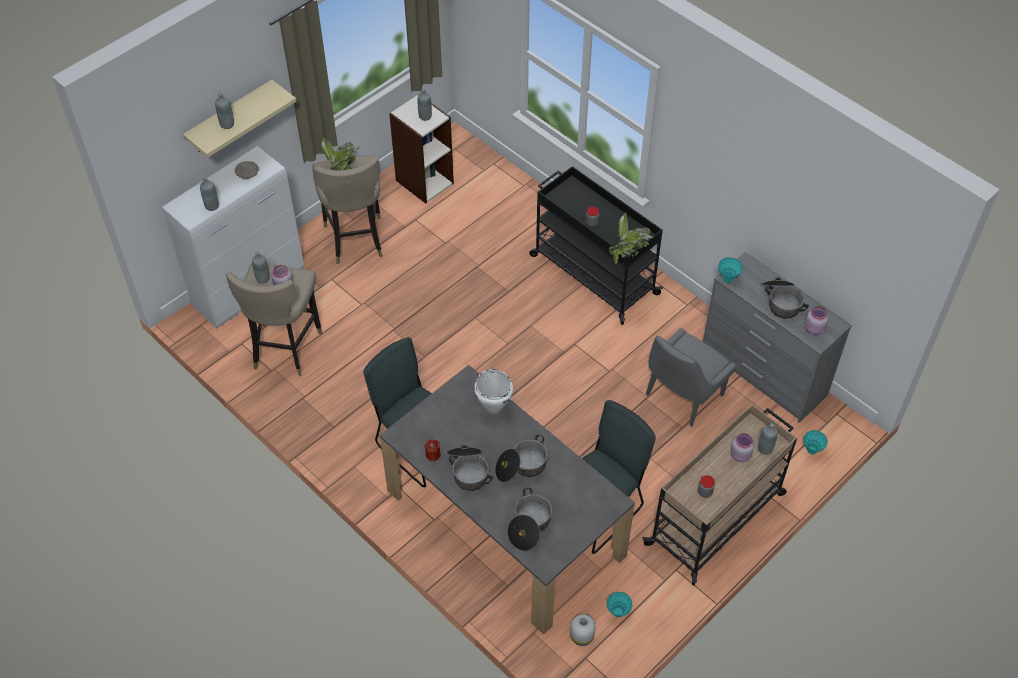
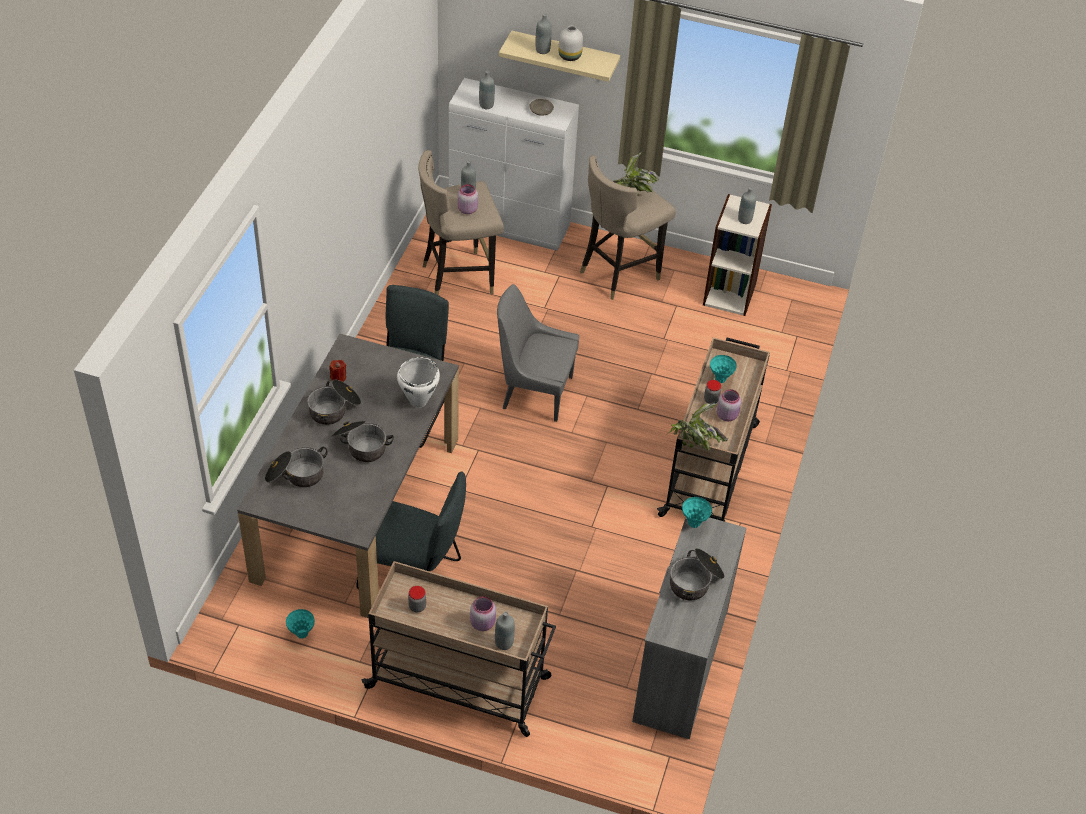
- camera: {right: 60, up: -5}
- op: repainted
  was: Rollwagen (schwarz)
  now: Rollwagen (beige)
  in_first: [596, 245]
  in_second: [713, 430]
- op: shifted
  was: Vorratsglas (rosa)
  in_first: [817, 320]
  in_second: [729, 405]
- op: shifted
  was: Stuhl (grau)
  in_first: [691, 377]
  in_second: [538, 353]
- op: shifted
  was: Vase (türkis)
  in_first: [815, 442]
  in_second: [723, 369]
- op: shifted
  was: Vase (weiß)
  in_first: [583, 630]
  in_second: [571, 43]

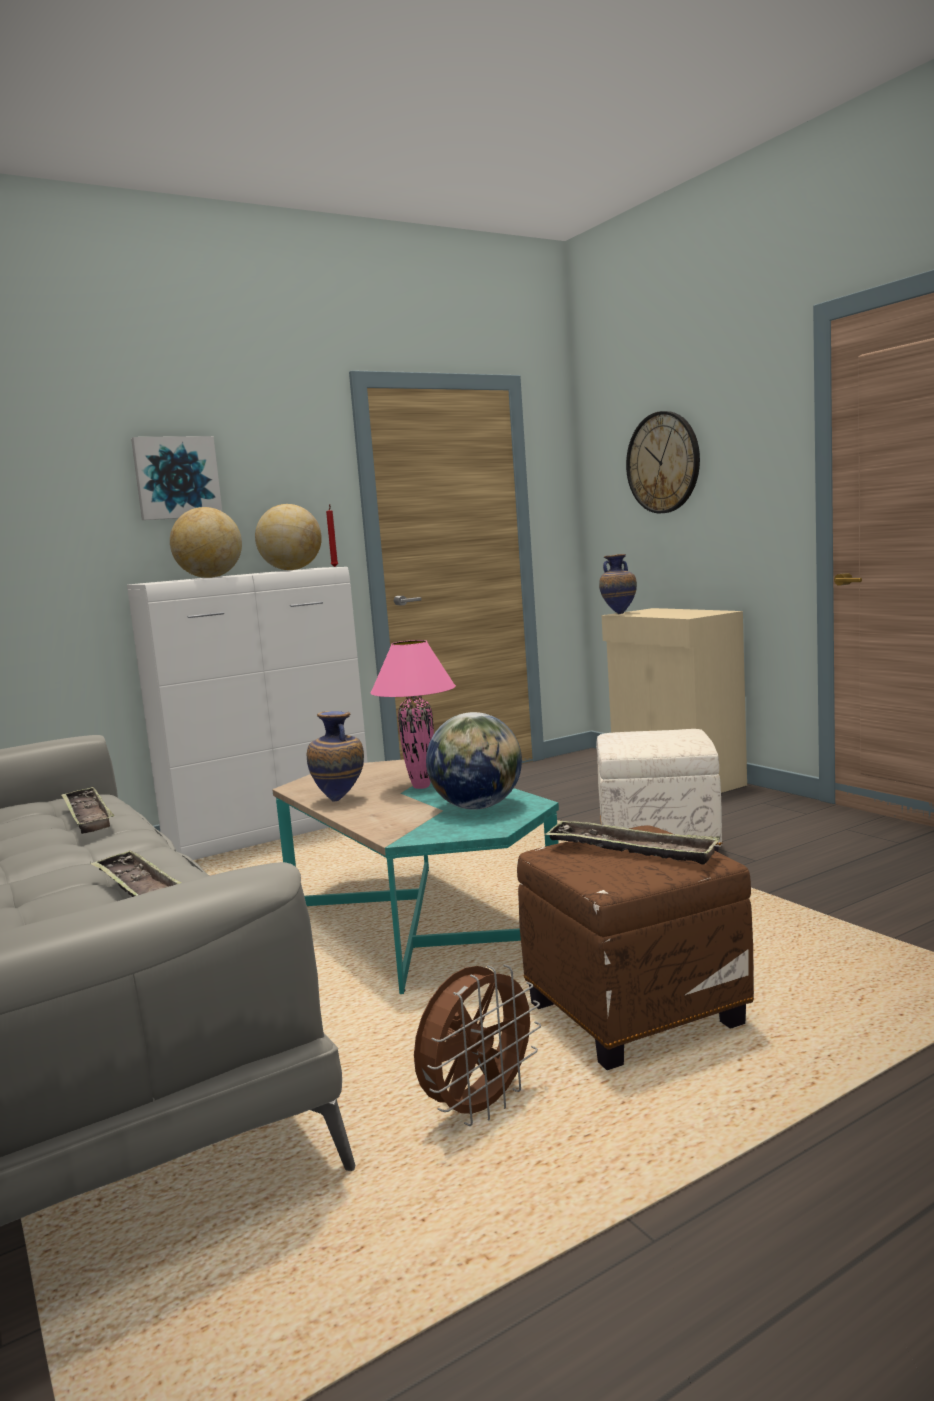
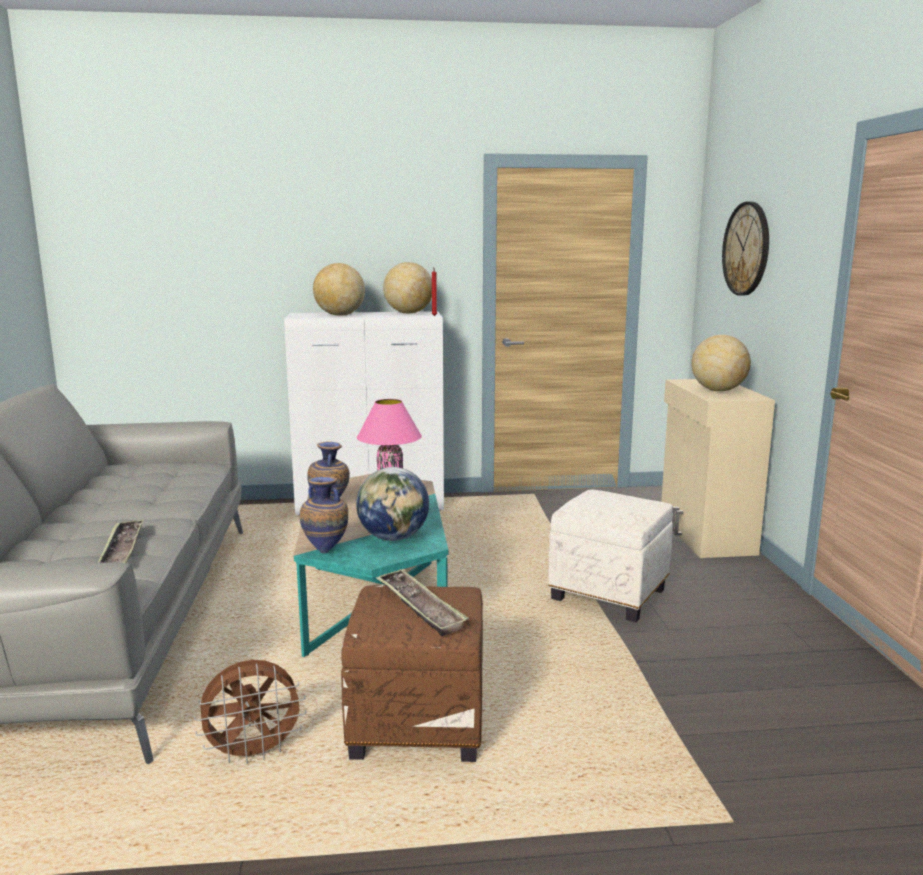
- camera: {right: 25, up: 5}
- op: gone
  was: Bild
  in_first: [176, 478]
- op: shifted
  was: Vase
  in_first: [618, 584]
  in_second: [324, 514]
- op: gone
  was: Tablett
  in_first: [87, 810]
- op: new
  now: Globus
  in_second: [721, 363]

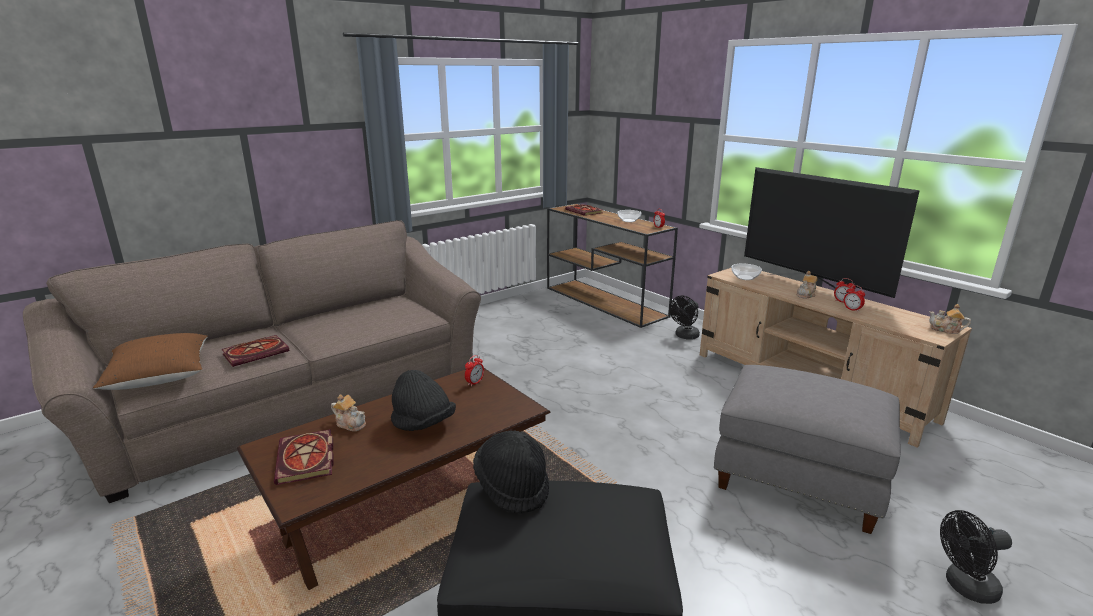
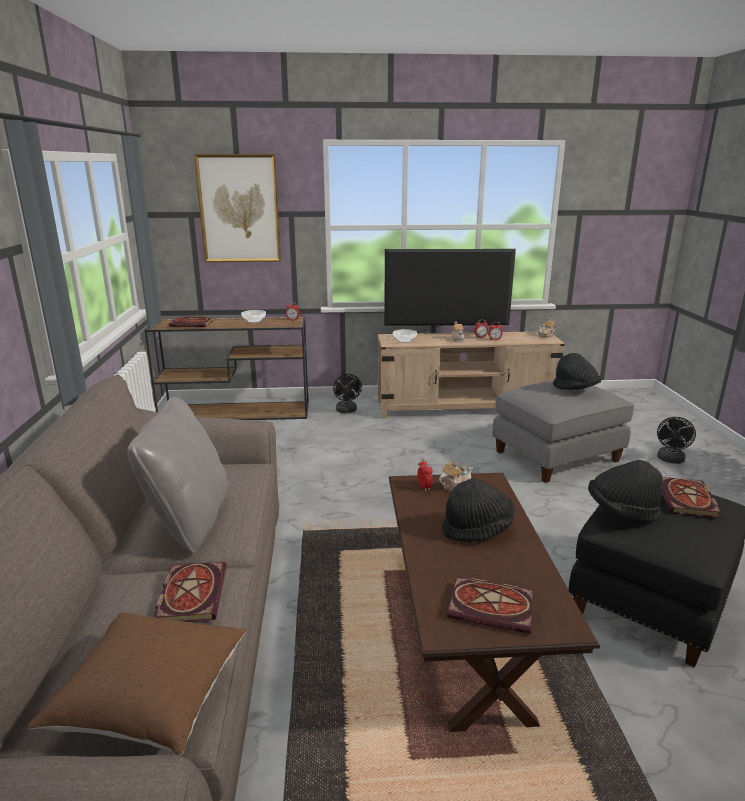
- camera: {right: -55, up: 0}
- op: shifted
  was: Teekanne
  in_first: [348, 412]
  in_second: [456, 476]
- op: new
  now: Bild
  in_second: [237, 208]
- op: new
  now: Hut (schwarz)
  in_second: [577, 371]
- op: new
  now: Kissen (grau)
  in_second: [177, 475]
- op: new
  now: Buch
  in_second: [692, 497]

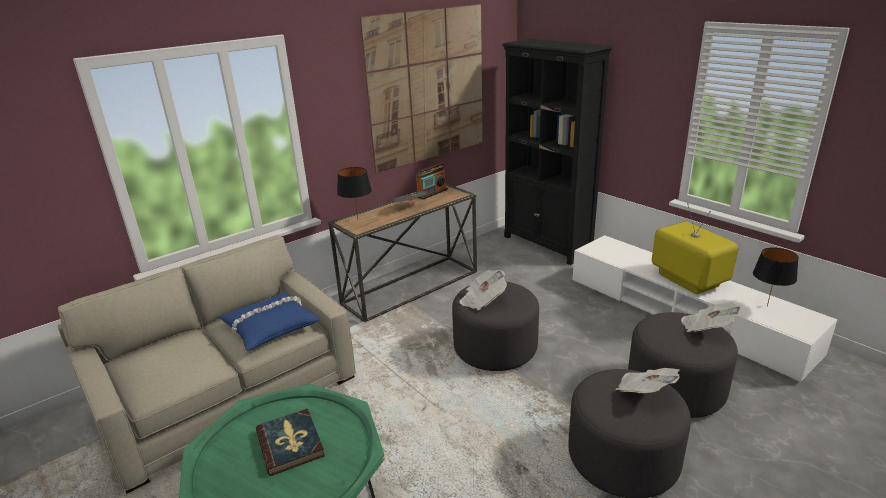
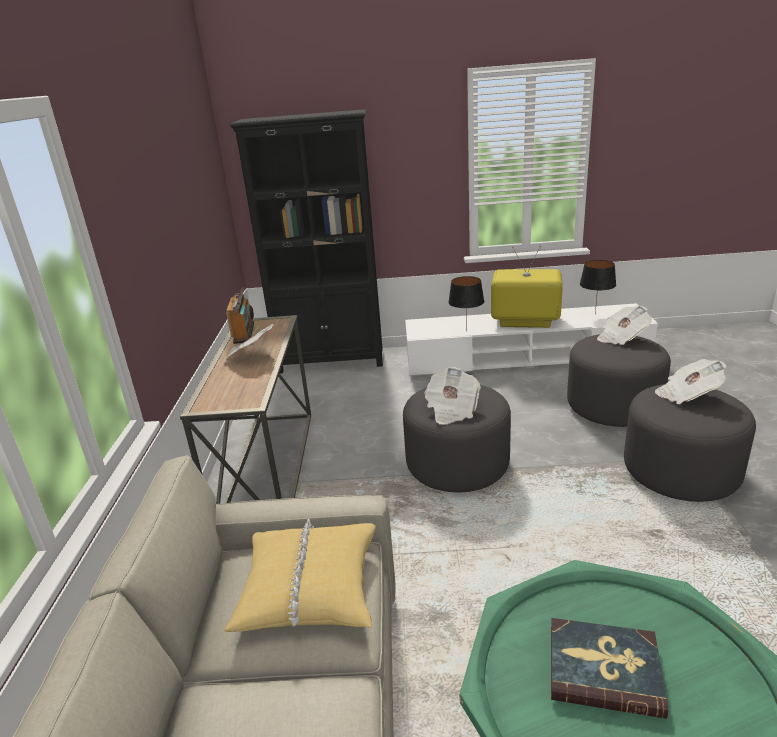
- camera: {right: -50, up: 0}
- op: gone
  was: Bild
  in_first: [421, 88]
- op: shifted
  was: Tischlampe (schwarz)
  in_first: [354, 193]
  in_second: [466, 301]
- op: repainted
  was: Kissen (blau)
  now: Kissen (gelb)
  in_first: [269, 321]
  in_second: [300, 575]

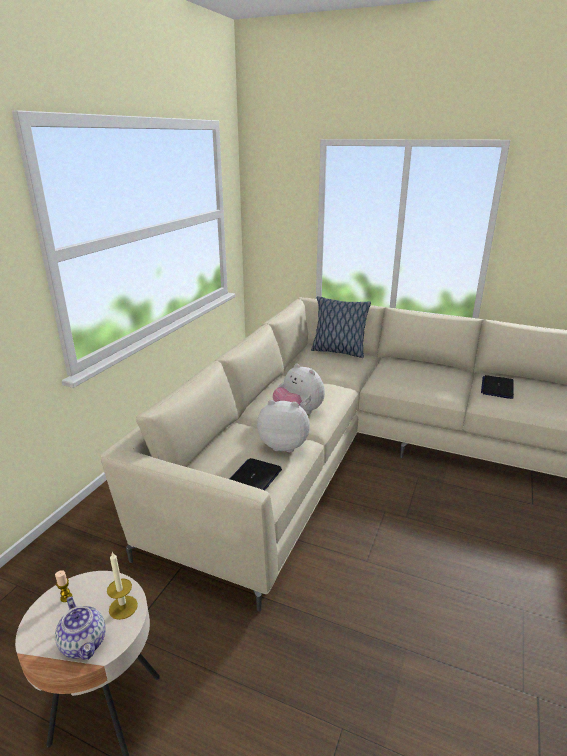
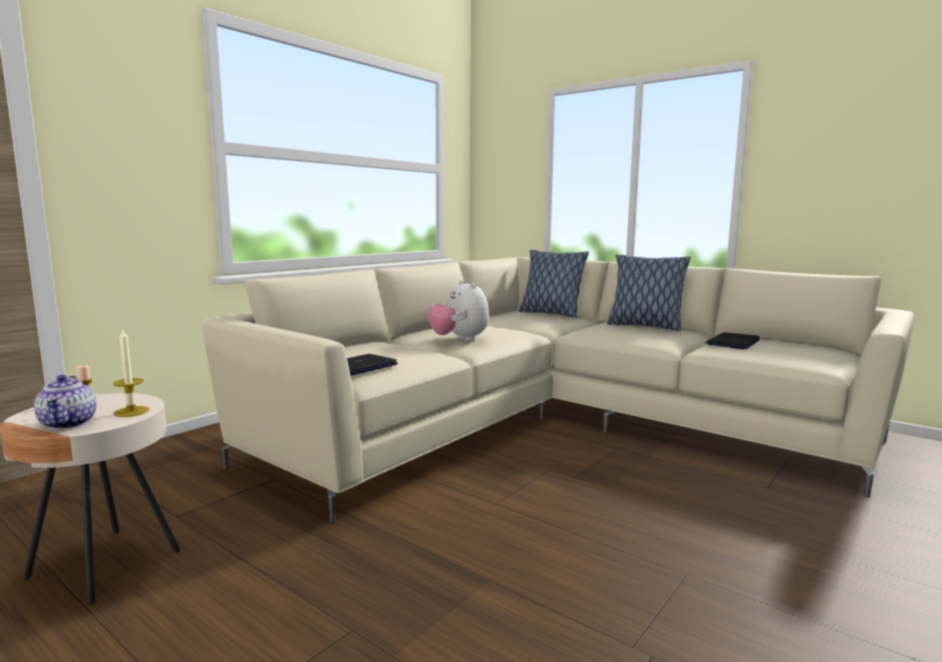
- camera: {right: 15, up: -15}
- op: gone
  was: Plüschtier
  in_first: [283, 426]
- op: new
  now: Kissen
  in_second: [649, 292]

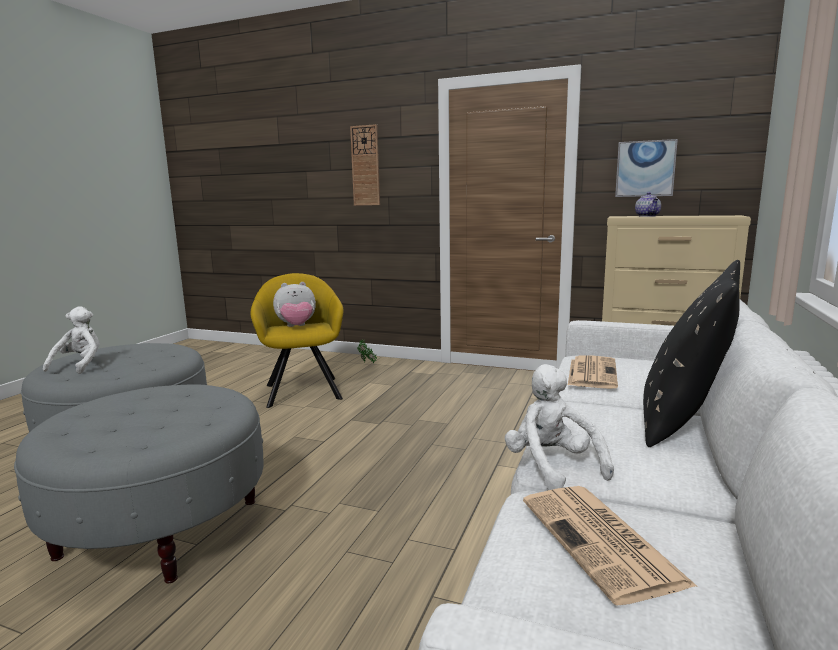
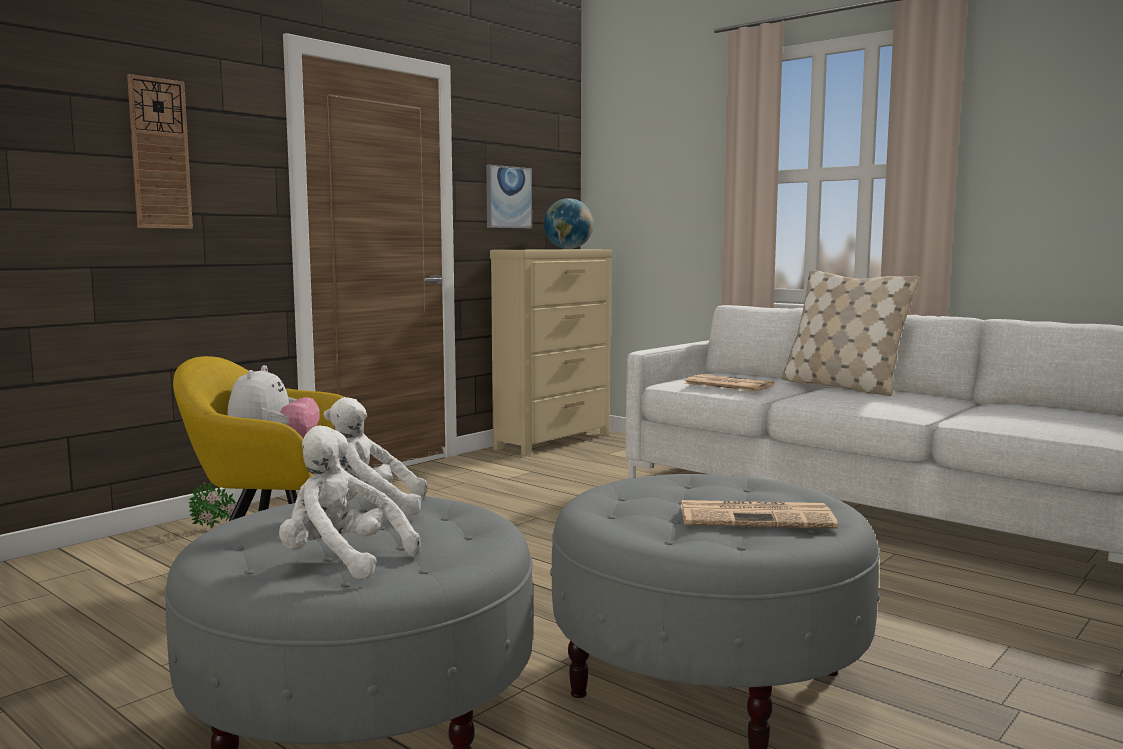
- camera: {right: -70, up: -5}
- op: gone
  was: Teekanne
  in_first: [648, 204]
- op: repainted
  was: Kissen (schwarz)
  now: Kissen (beige)
  in_first: [691, 353]
  in_second: [850, 333]
- op: shifted
  was: Plüschtier (weiß)
  in_first: [559, 427]
  in_second: [375, 456]
- op: shifted
  was: Zeitung
  in_first: [610, 546]
  in_second: [759, 514]
- op: new
  now: Globus
  in_second: [568, 223]

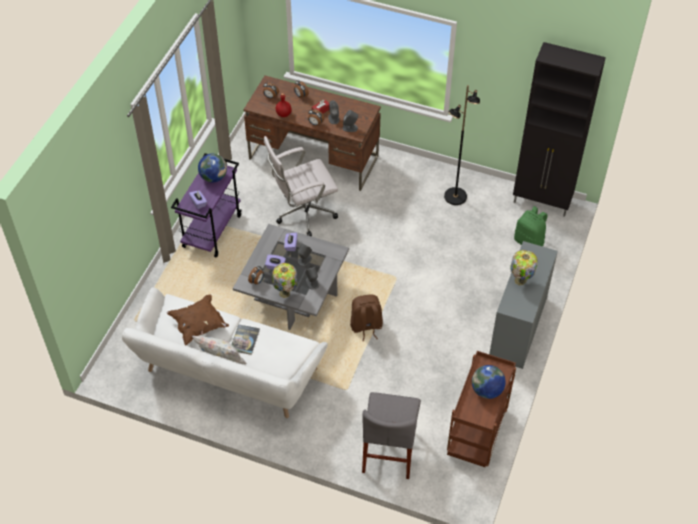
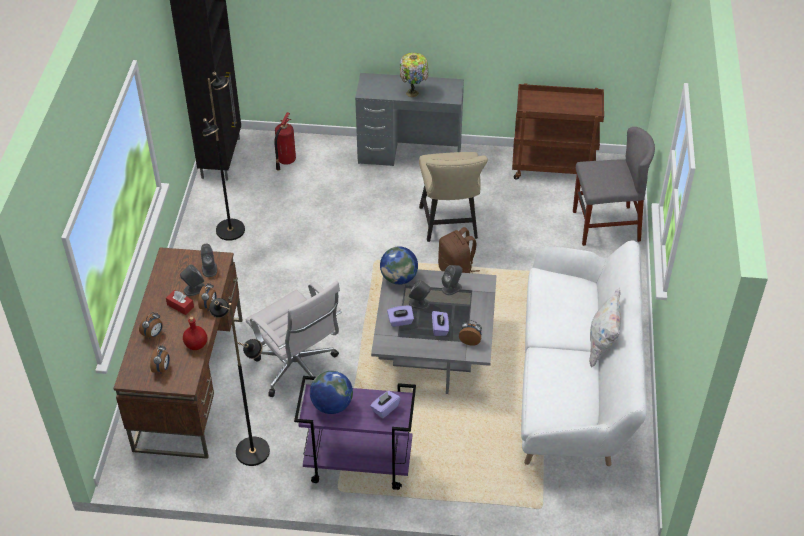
- camera: {right: -105, up: -5}
- op: swapped
  was: Rucksack (grün)
  now: Feuerlöscher
  in_first: [531, 226]
  in_second: [285, 141]
- op: gone
  was: Tischlampe
  in_first: [284, 280]
- op: gone
  was: Kissen (braun)
  in_first: [198, 319]
- op: gone
  was: Buch
  in_first: [245, 339]
- op: shifted
  was: Globus
  in_first: [489, 382]
  in_second: [399, 265]
- op: new
  now: Stuhl (beige)
  in_second: [453, 197]
- op: new
  now: Stehlampe (schwarz)
  in_second: [239, 382]

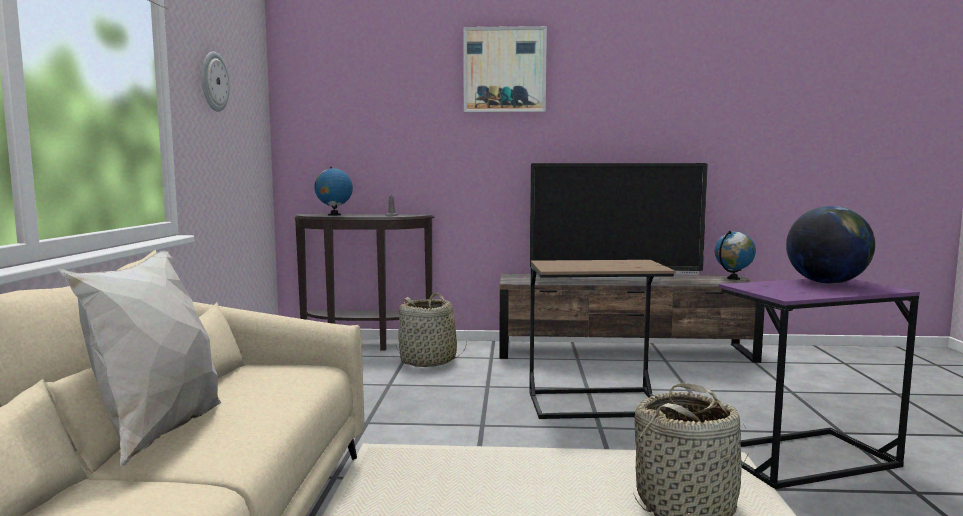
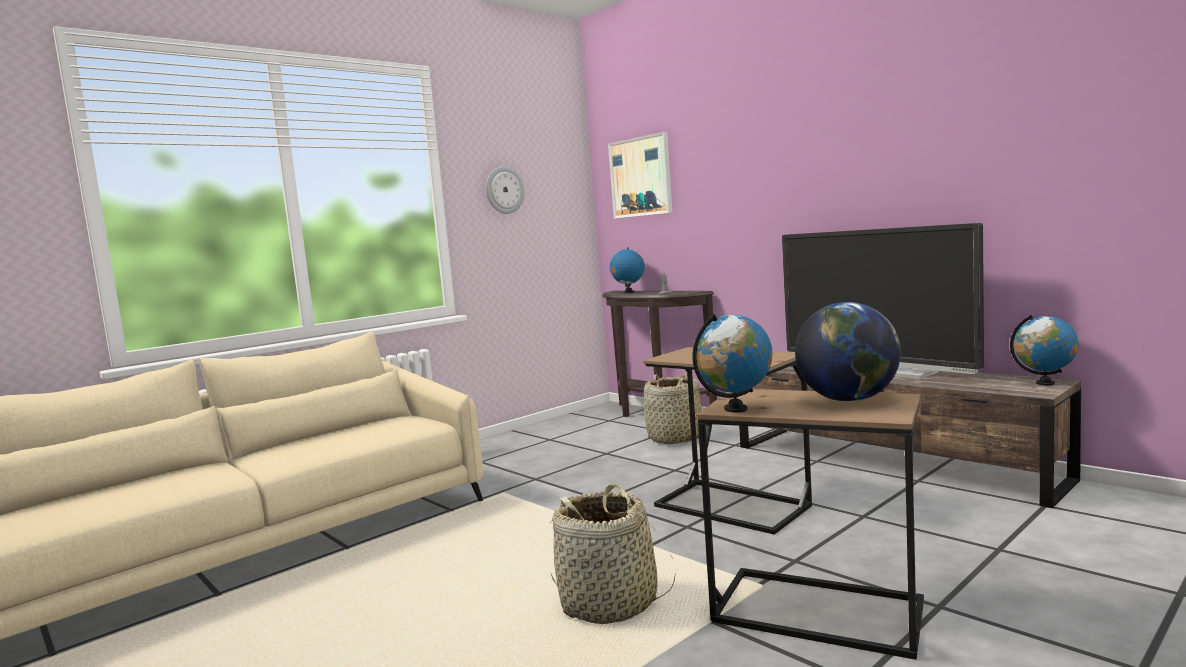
- camera: {right: 45, up: 0}
- op: shifted
  was: Bild
  in_first: [505, 69]
  in_second: [640, 175]
- op: gone
  was: Kissen (weiß)
  in_first: [139, 359]
- op: repainted
  was: Beistelltisch (lila)
  now: Beistelltisch (braun)
  in_first: [819, 384]
  in_second: [810, 524]
- op: new
  now: Globus
  in_second: [732, 363]

